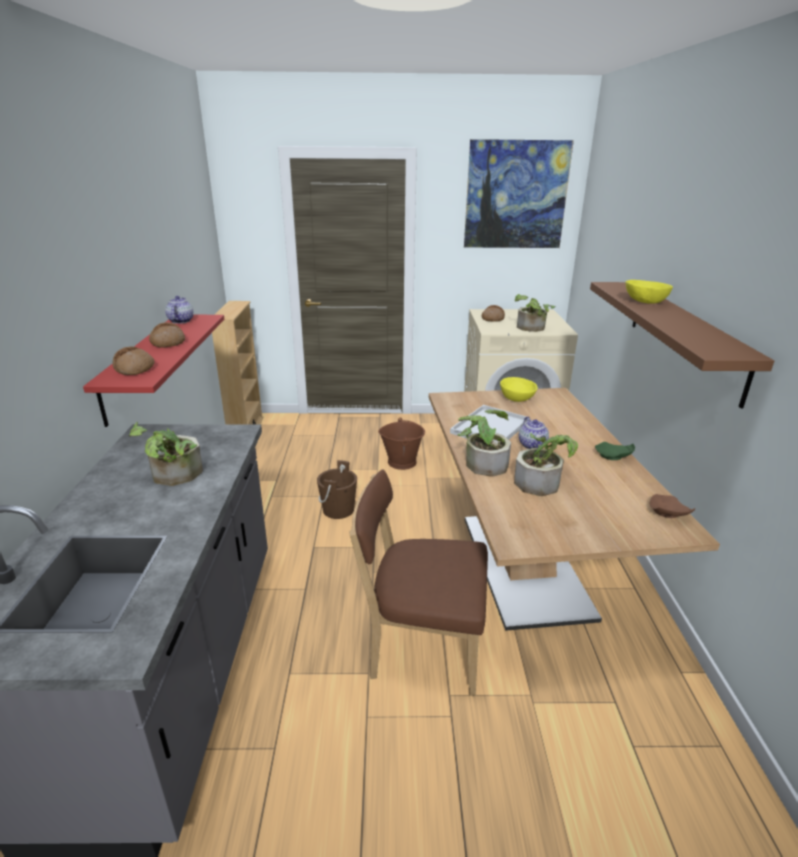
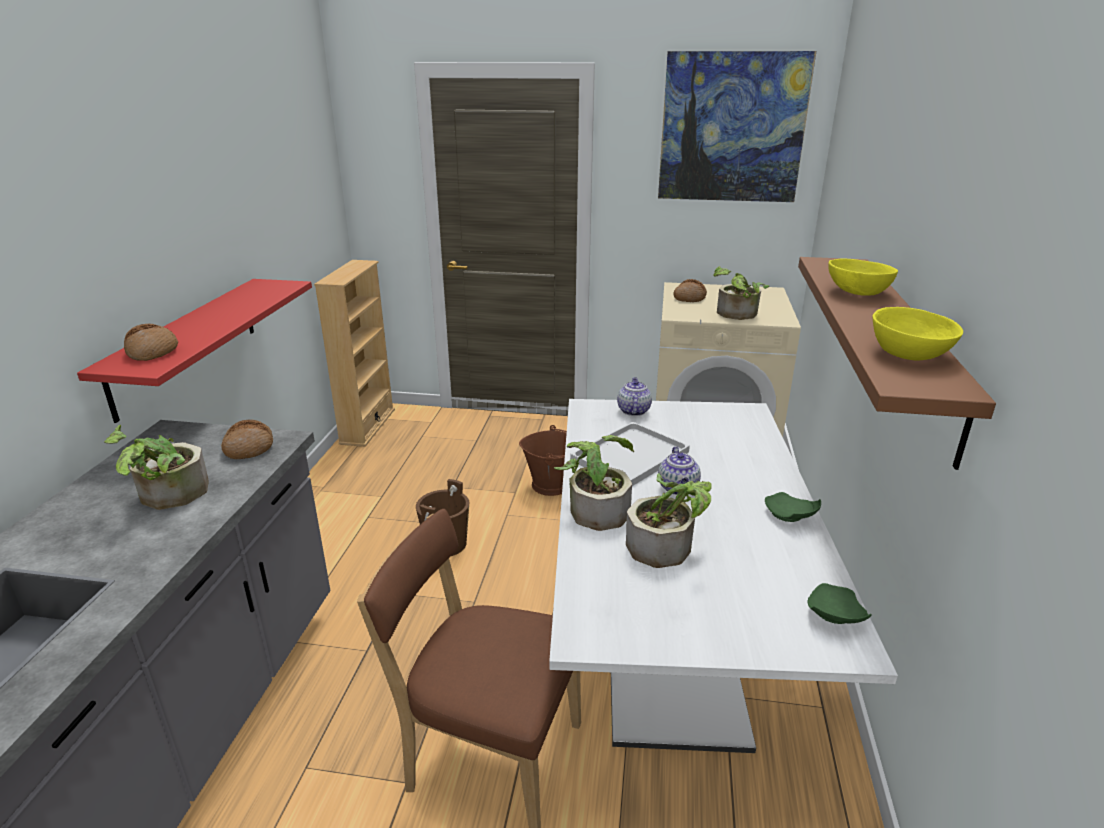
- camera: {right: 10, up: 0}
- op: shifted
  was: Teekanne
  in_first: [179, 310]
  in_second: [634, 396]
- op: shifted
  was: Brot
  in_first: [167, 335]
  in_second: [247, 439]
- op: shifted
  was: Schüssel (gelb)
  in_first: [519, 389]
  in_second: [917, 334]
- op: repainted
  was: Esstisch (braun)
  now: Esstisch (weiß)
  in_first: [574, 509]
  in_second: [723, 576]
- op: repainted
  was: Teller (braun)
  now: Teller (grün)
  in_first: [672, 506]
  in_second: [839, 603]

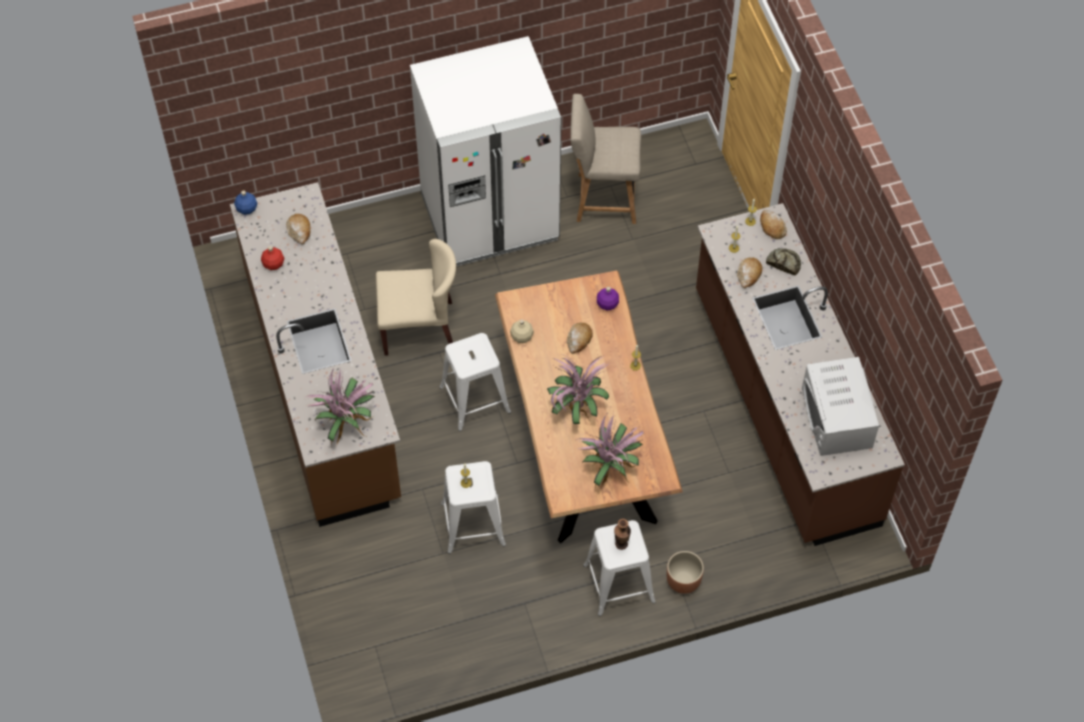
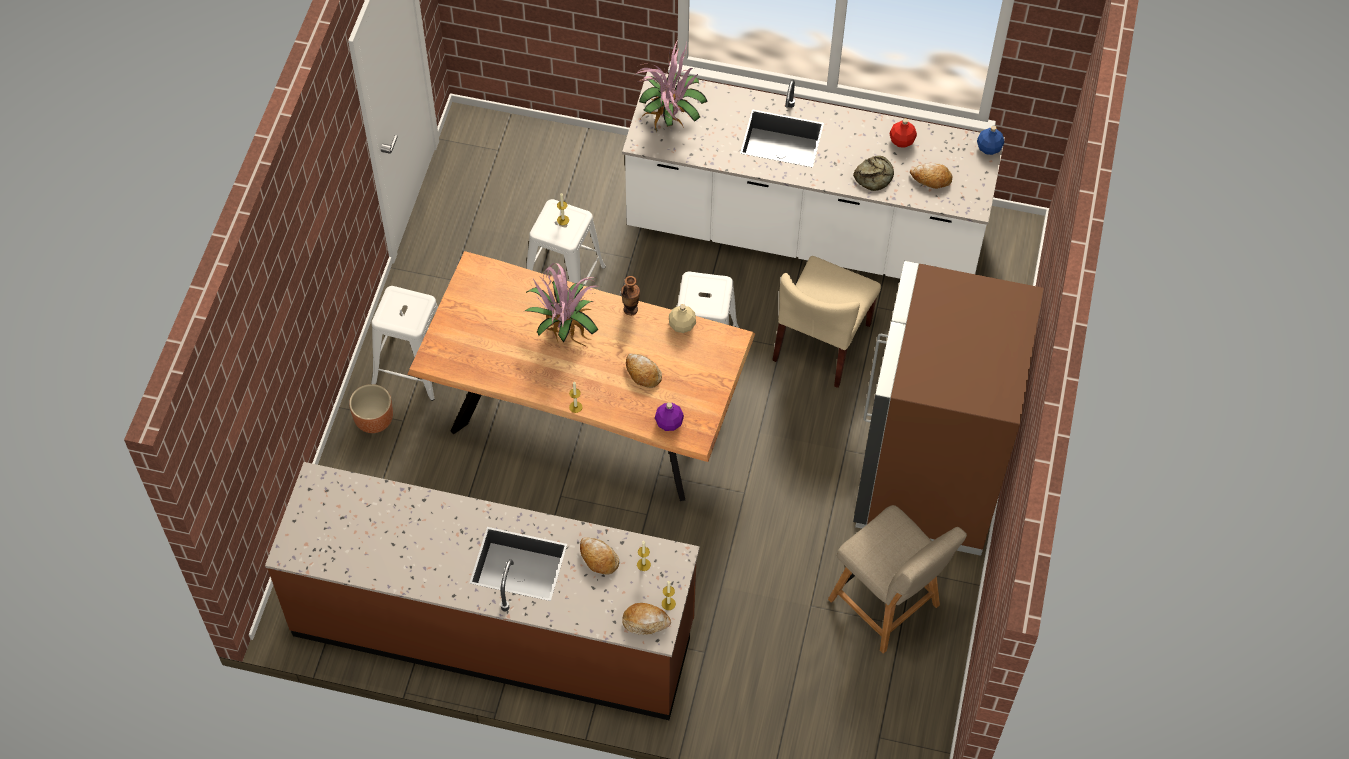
- camera: {right: 120, up: 0}
- op: repainted
  was: Kühlschrank (weiß)
  now: Kühlschrank (braun)
  in_first: [485, 151]
  in_second: [948, 408]
- op: rotated
  was: Stuhl (beige)
  in_first: [605, 159]
  in_second: [897, 579]
  clockwise: 105
- op: repainted
  was: Küchenzeile (braun)
  now: Küchenzeile (weiß)
  in_first: [315, 354]
  in_second: [813, 175]
- op: shifted
  was: Brot
  in_first: [783, 262]
  in_second: [873, 173]
- op: gone
  was: Mikrowelle (weiß)
  in_first: [840, 406]
- op: gone
  was: Topfpflanze
  in_first: [610, 451]
- op: shifted
  was: Vase
  in_first: [622, 534]
  in_second: [630, 296]

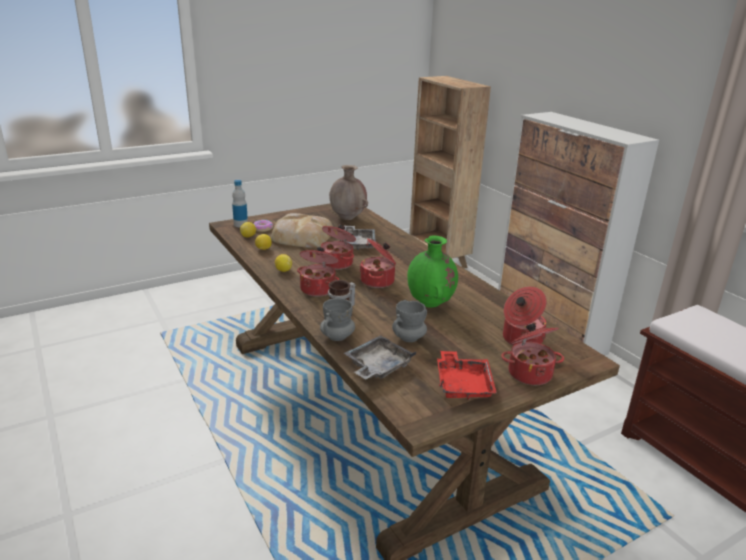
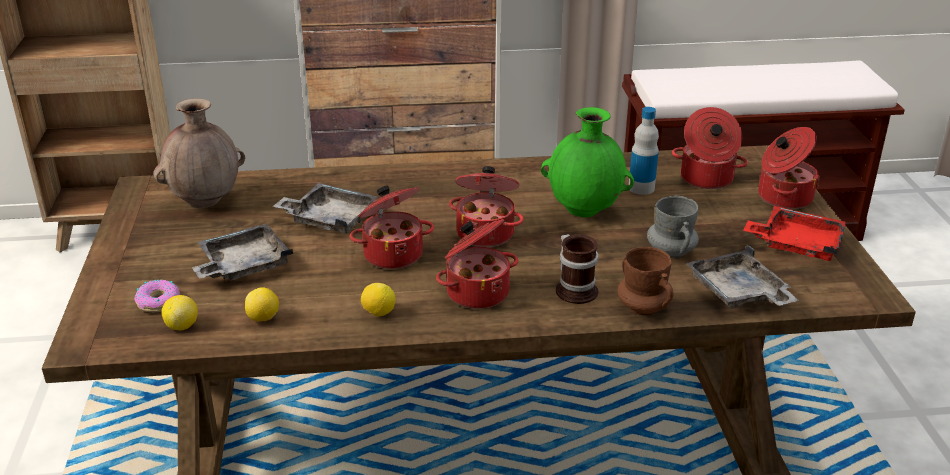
- camera: {right: -65, up: 5}
- op: shifted
  was: Flasche
  in_first: [240, 203]
  in_second: [644, 151]
- op: swapped
  was: Brot
  now: Tablett (grau)
  in_first: [302, 230]
  in_second: [242, 252]
- op: repainted
  was: Henkelbecher (grau)
  now: Henkelbecher (braun)
  in_first: [337, 319]
  in_second: [645, 281]

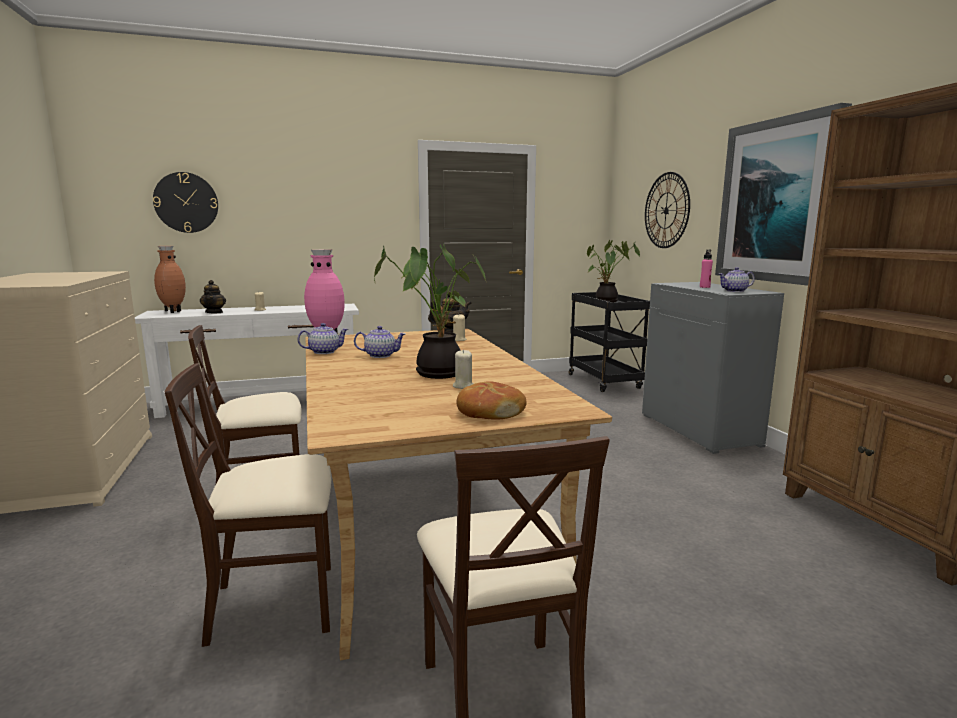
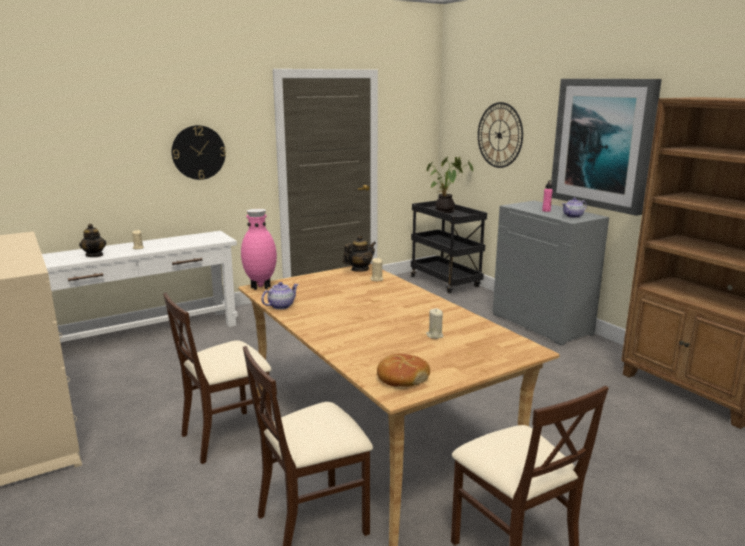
- camera: {right: -15, up: 5}
- op: shifted
  was: Wanduhr
  in_first: [185, 202]
  in_second: [199, 152]
- op: gone
  was: Topfpflanze
  in_first: [430, 311]
- op: gone
  was: Vase (braun)
  in_first: [170, 279]
- op: gone
  was: Teekanne
  in_first: [379, 342]
- op: shifted
  was: Brot
  in_first: [491, 400]
  in_second: [403, 370]

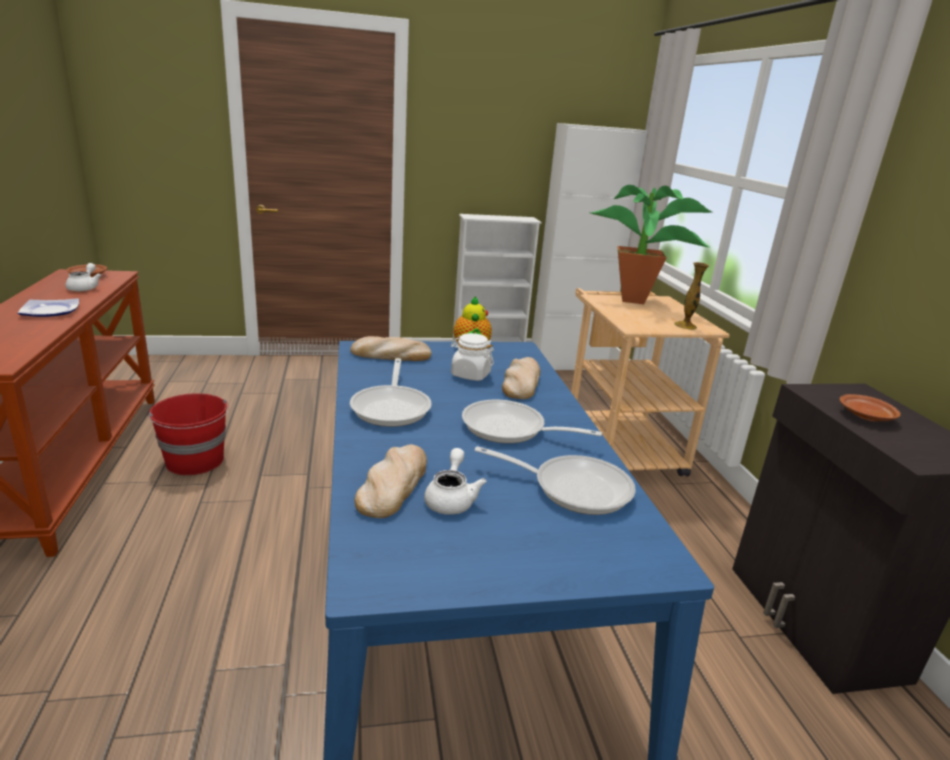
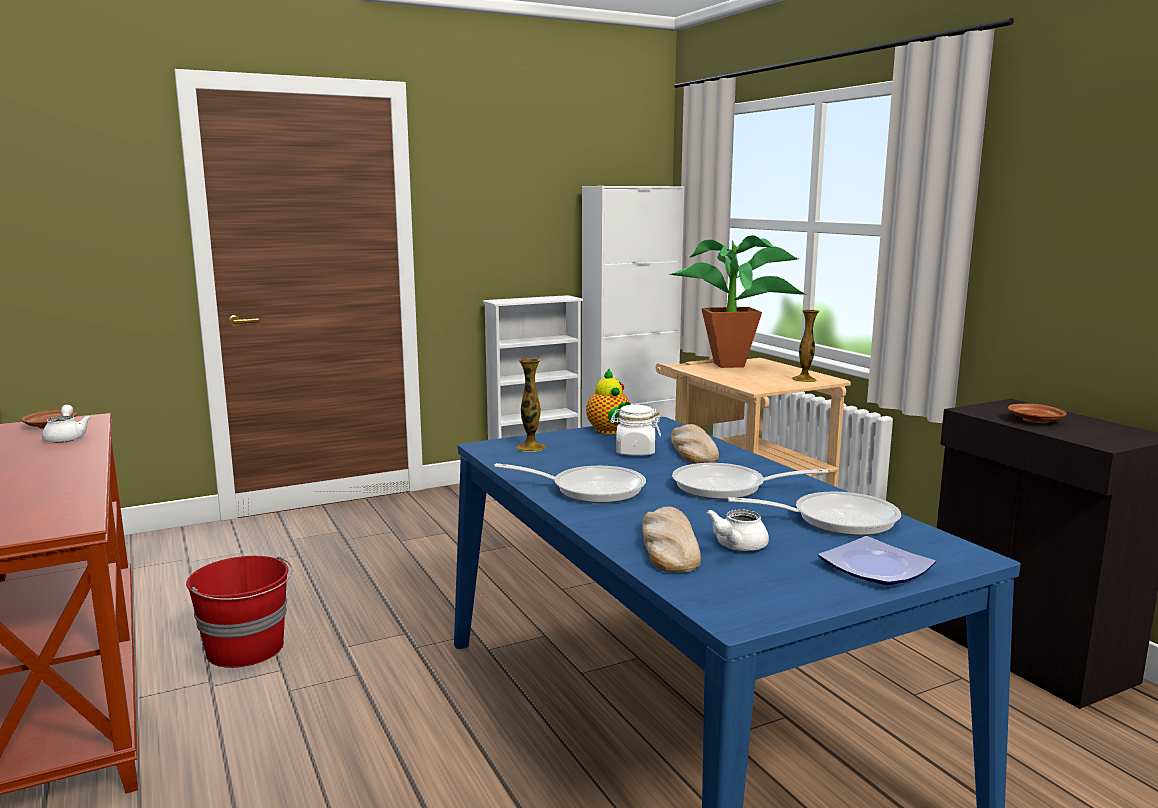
- camera: {right: -15, up: -10}
- op: shifted
  was: Teller
  in_first: [48, 307]
  in_second: [877, 560]
- op: swapped
  was: Brot
  now: Vase
  in_first: [390, 348]
  in_second: [530, 405]
- op: rotated
  was: Pfanne
  in_first: [391, 392]
  in_second: [570, 483]
  clockwise: -60
- op: rotated
  was: Teekanne (weiß)
  in_first: [455, 481]
  in_second: [737, 530]
  clockwise: -135

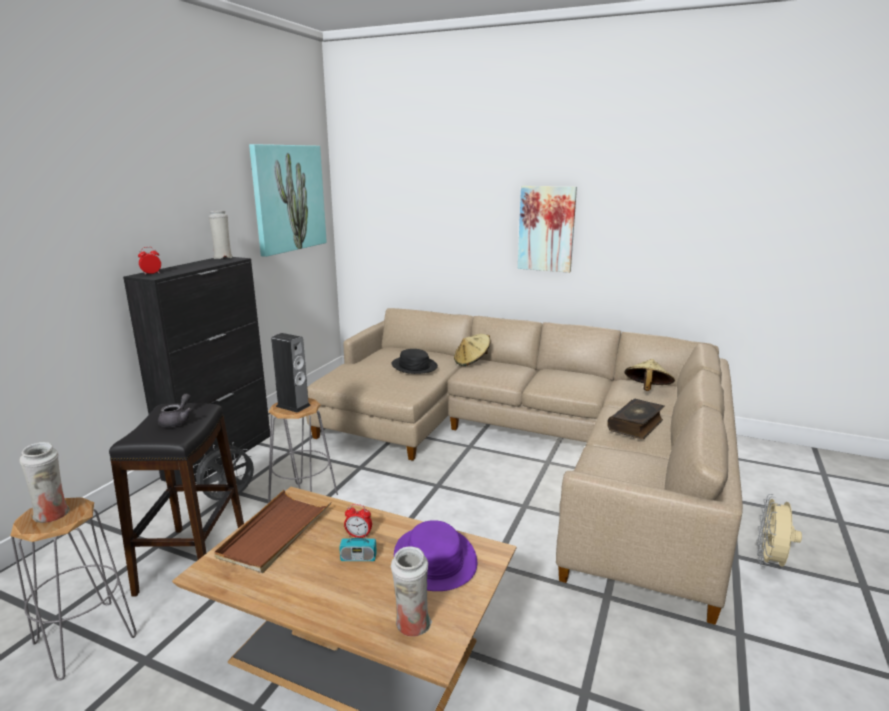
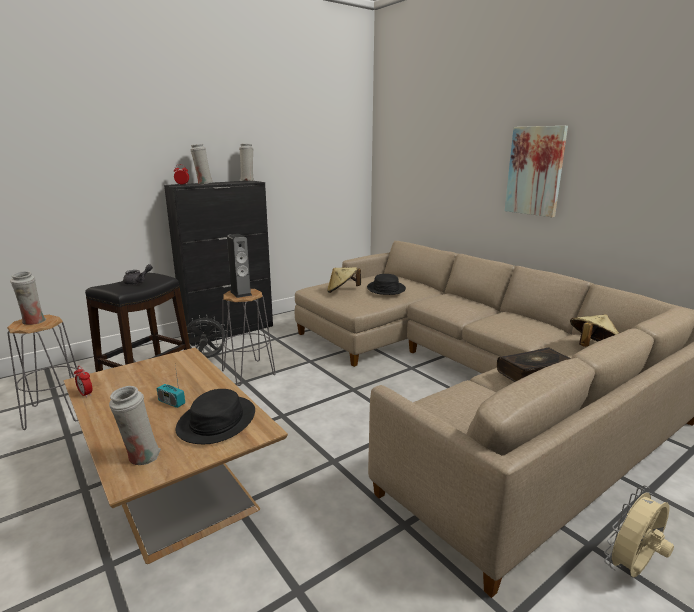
- camera: {right: 30, up: 0}
- op: gone
  was: Bild
  in_first: [288, 200]
- op: shifted
  was: Hut (beige)
  in_first: [472, 350]
  in_second: [344, 280]
- op: gone
  was: Tablett (braun)
  in_first: [273, 531]
- op: shifted
  was: Wecker
  in_first: [358, 521]
  in_second: [83, 382]
- op: repainted
  was: Hut (lila)
  now: Hut (schwarz)
  in_first: [435, 555]
  in_second: [215, 416]
- op: new
  now: Vase (weiß)
  in_second: [201, 164]

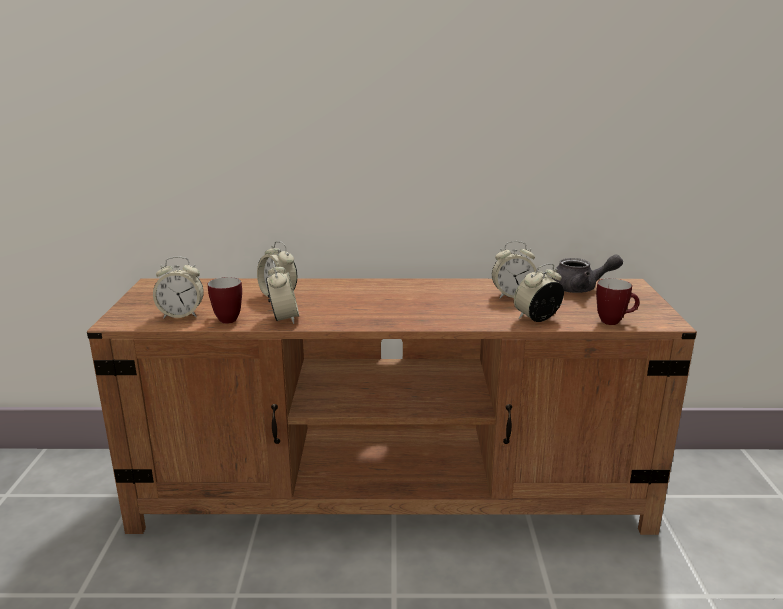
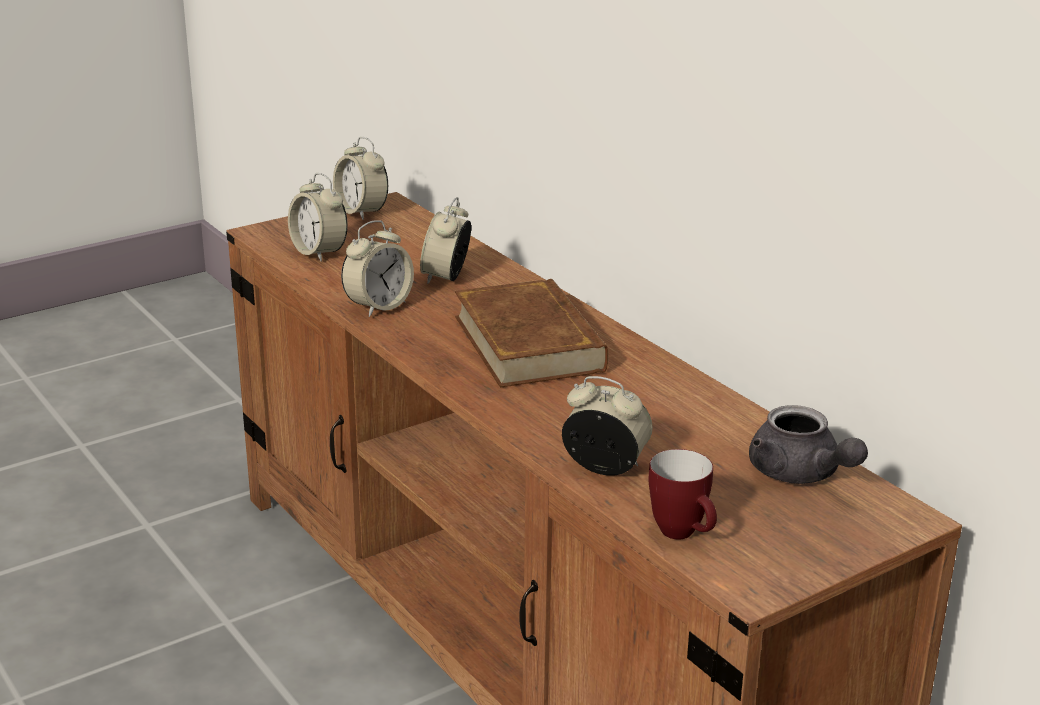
- camera: {right: 55, up: 5}
- op: shifted
  was: Wecker
  in_first: [514, 270]
  in_second: [360, 178]
- op: gone
  was: Henkelbecher
  in_first: [225, 300]
- op: new
  now: Buch (braun)
  in_second: [531, 333]

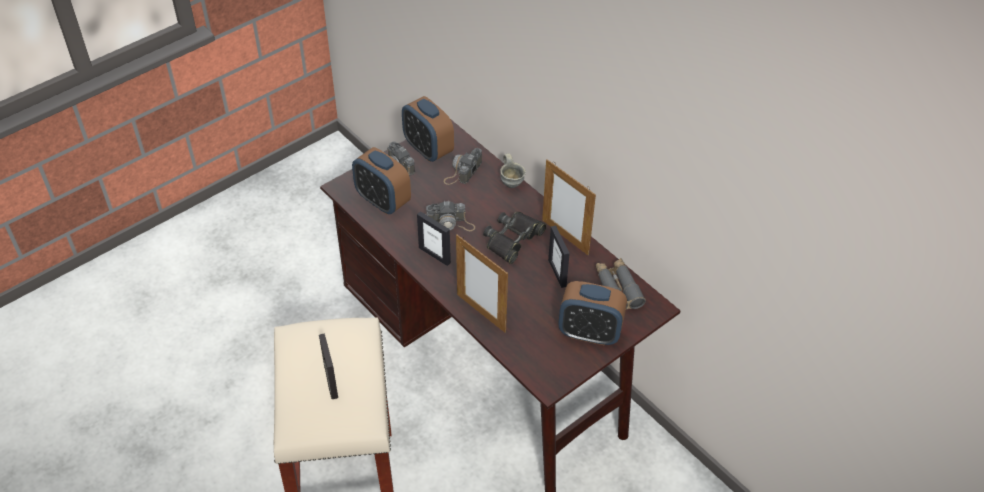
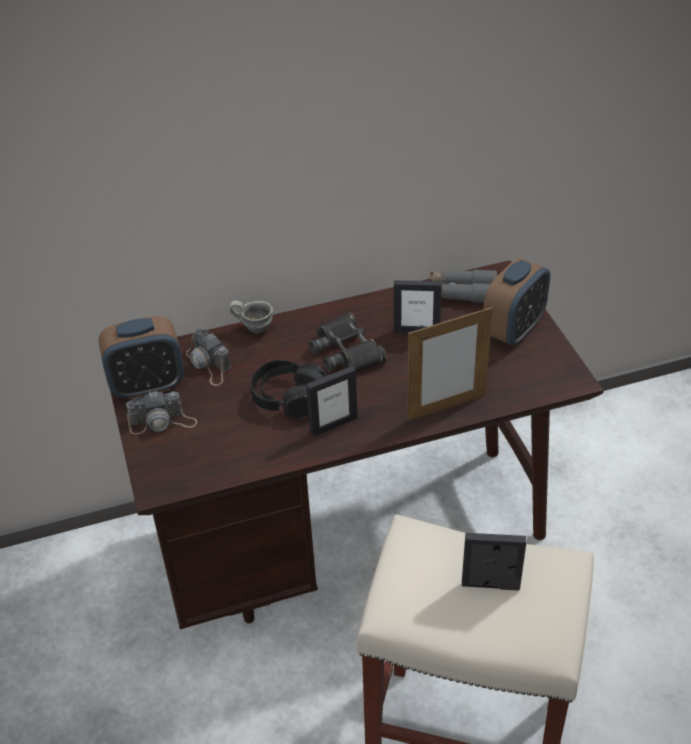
- camera: {right: -65, up: -5}
- op: gone
  was: Wecker
  in_first: [381, 180]
- op: gone
  was: Bilderrahmen
  in_first: [569, 207]
- op: swapped
  was: Kamera
  now: Kopfhörer (schwarz)
  in_first: [450, 216]
  in_second: [289, 389]

